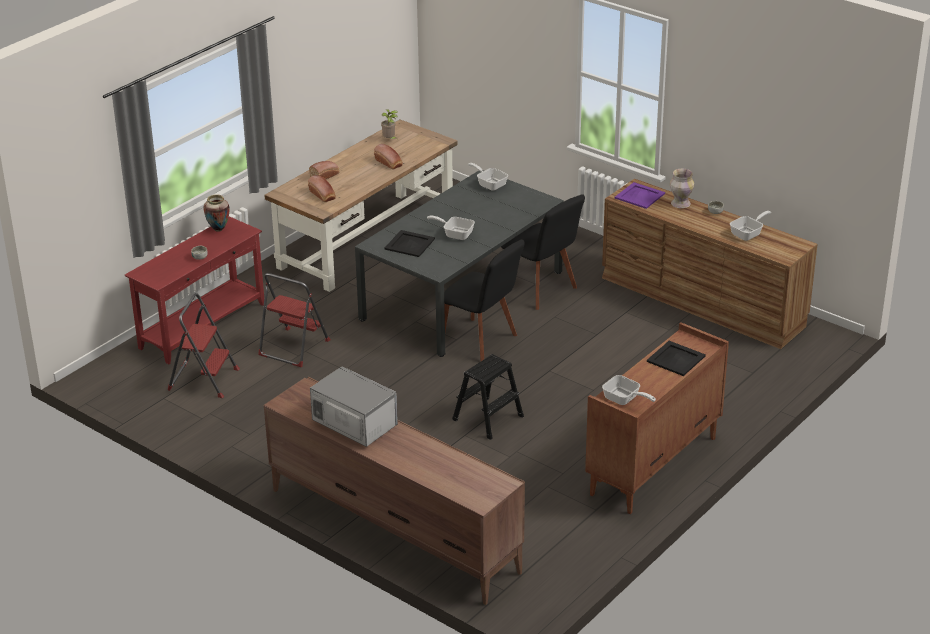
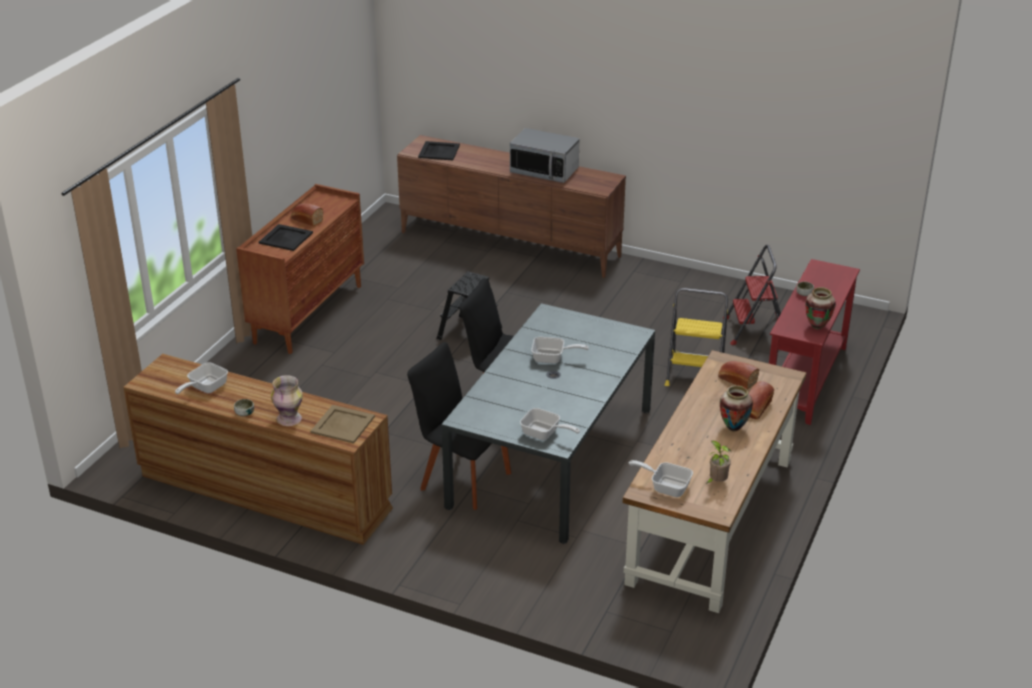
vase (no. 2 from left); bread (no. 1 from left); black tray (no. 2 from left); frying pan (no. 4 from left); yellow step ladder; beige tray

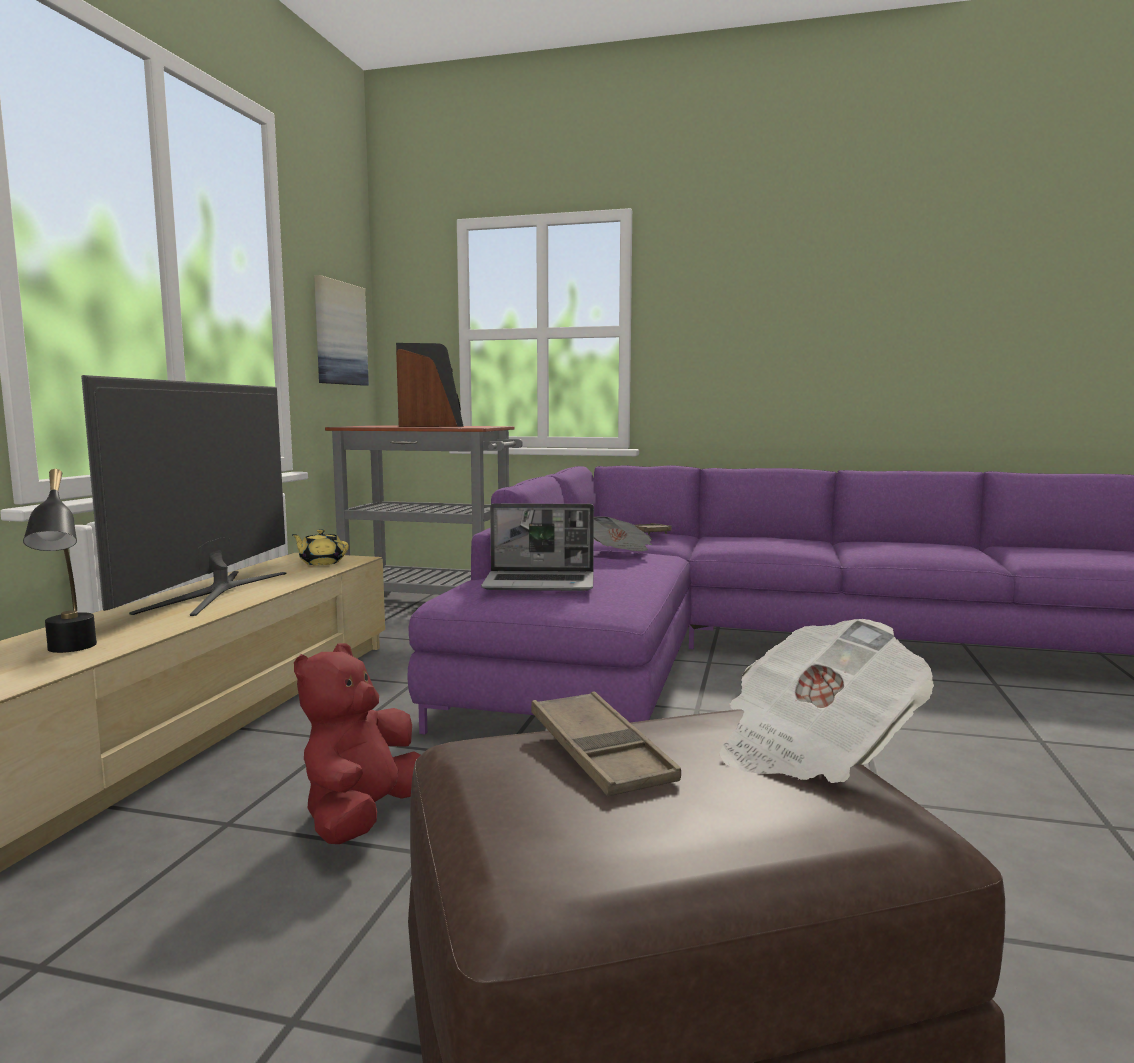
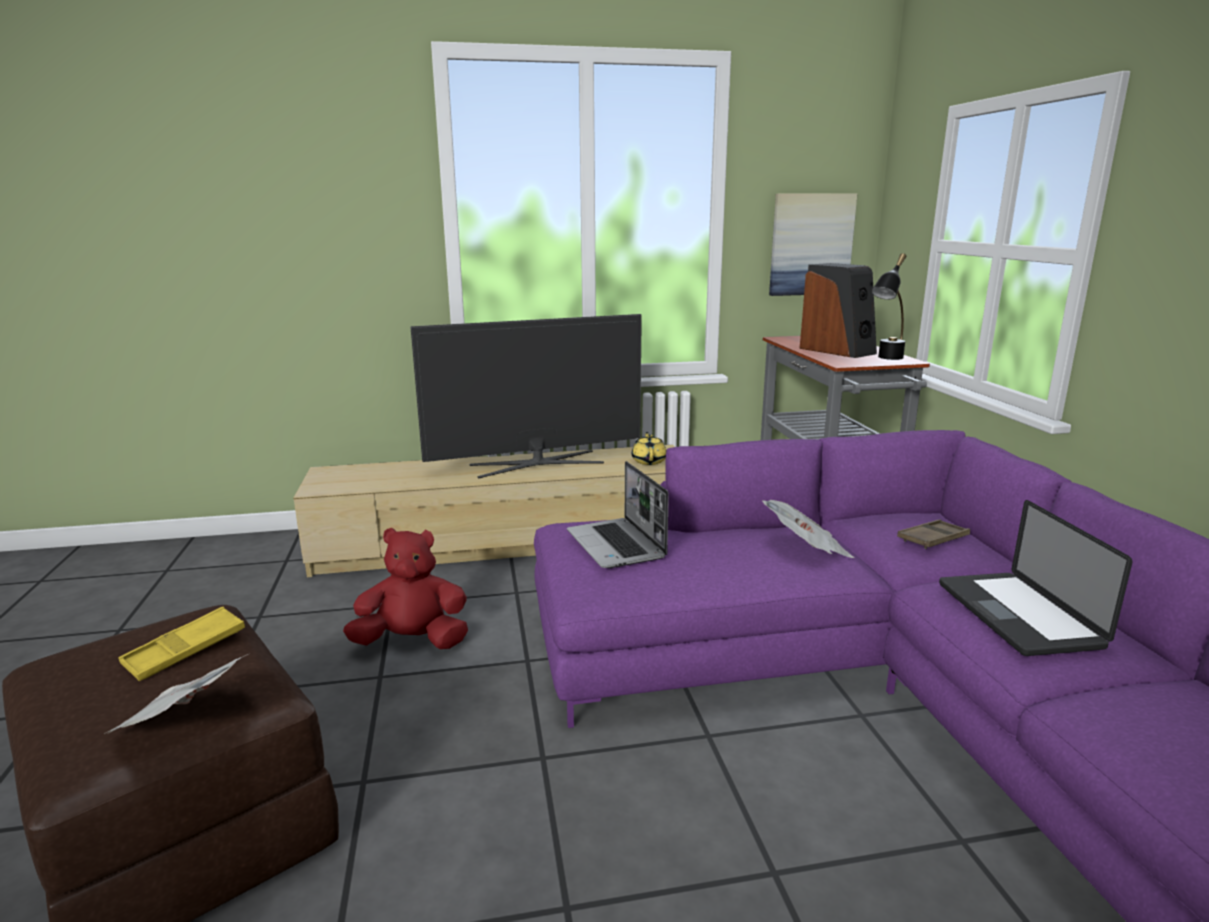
laptop (no. 2 from left); black table lamp; yellow tray

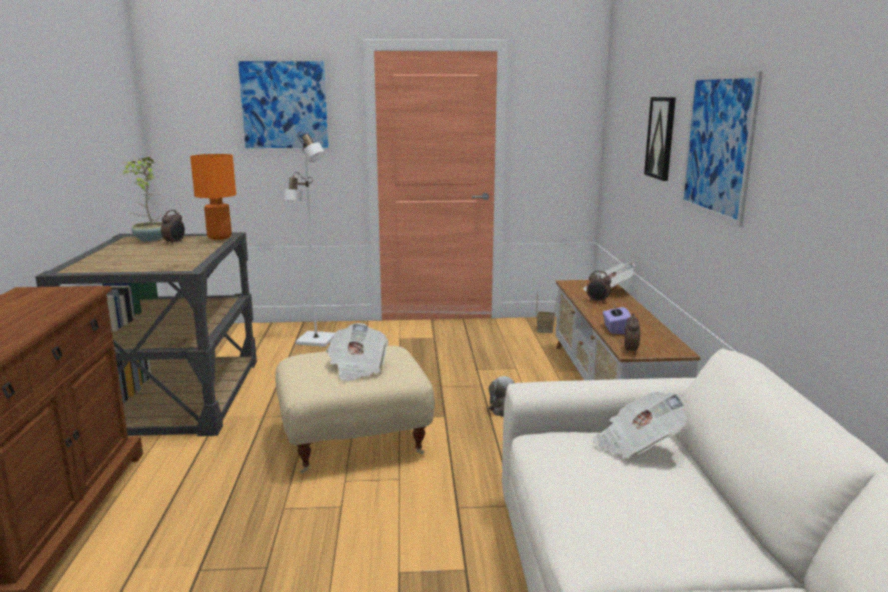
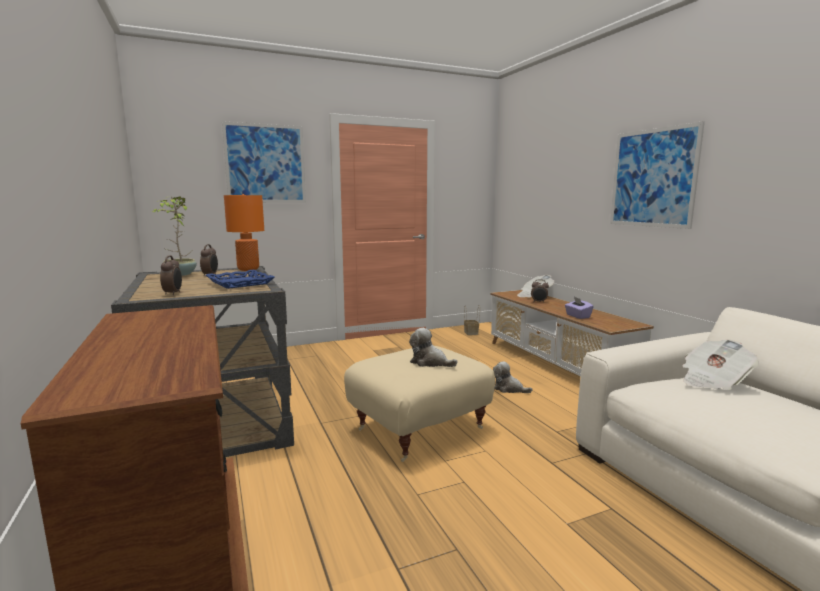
white floor lamp; picture (no. 2 from left in the first image); blue tray; alarm clock (no. 1 from left); plush toy (no. 1 from left)

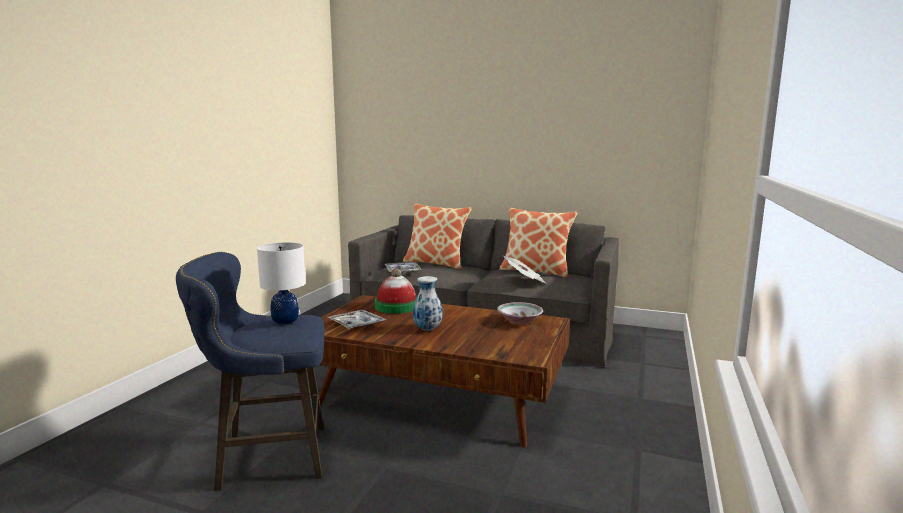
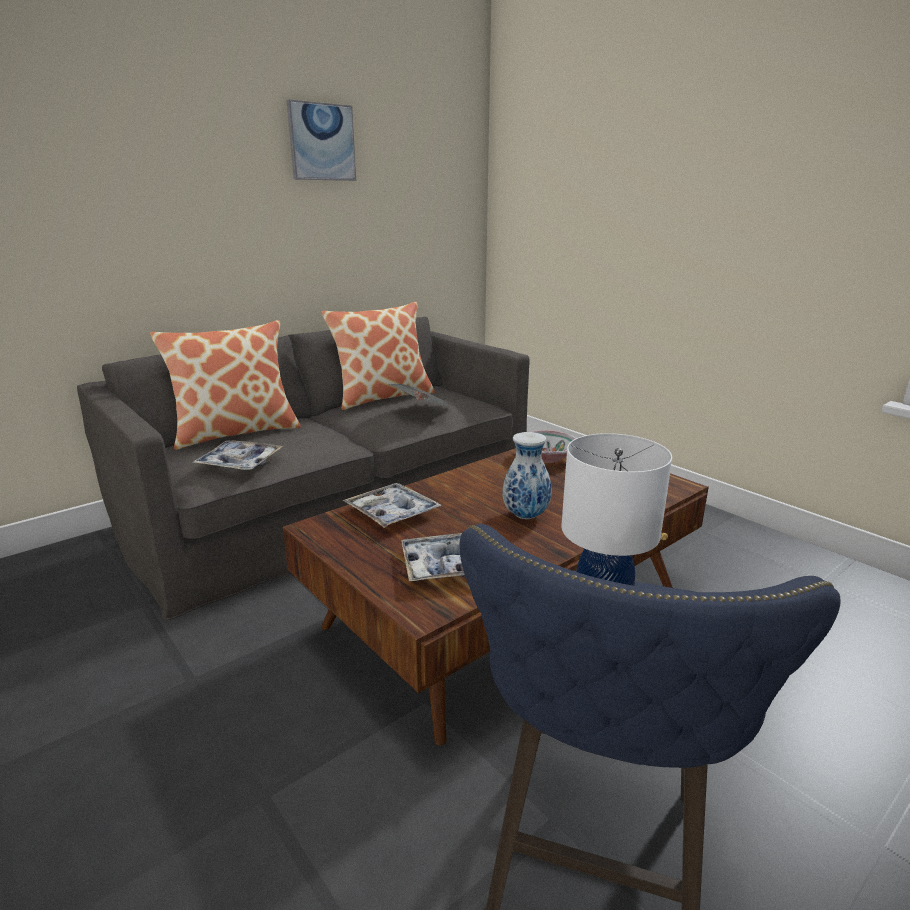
picture; tray (no. 2 from left)

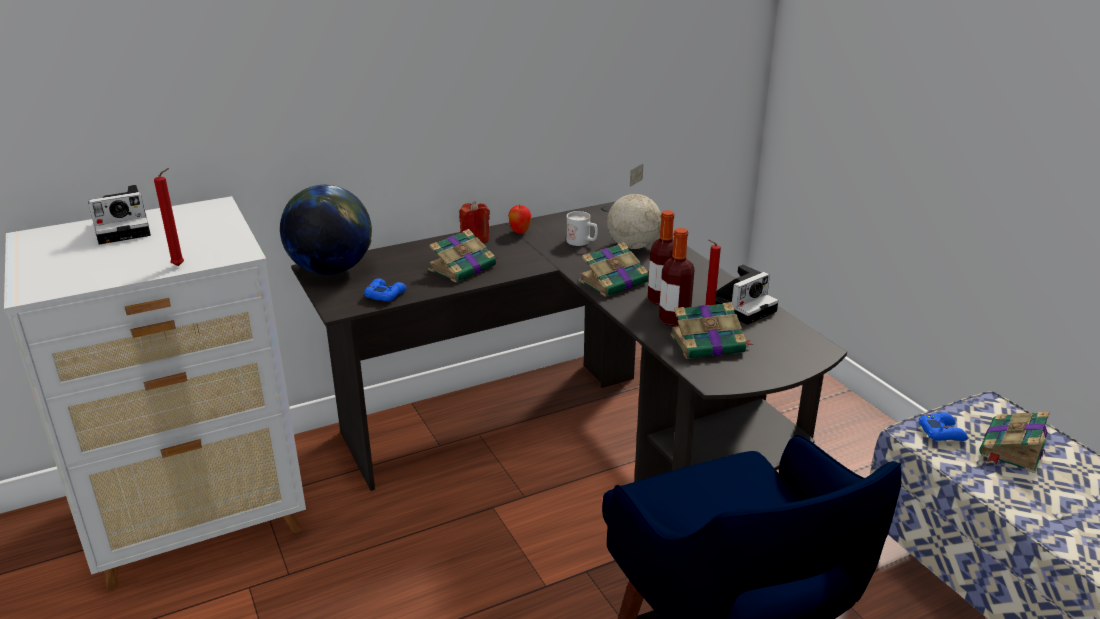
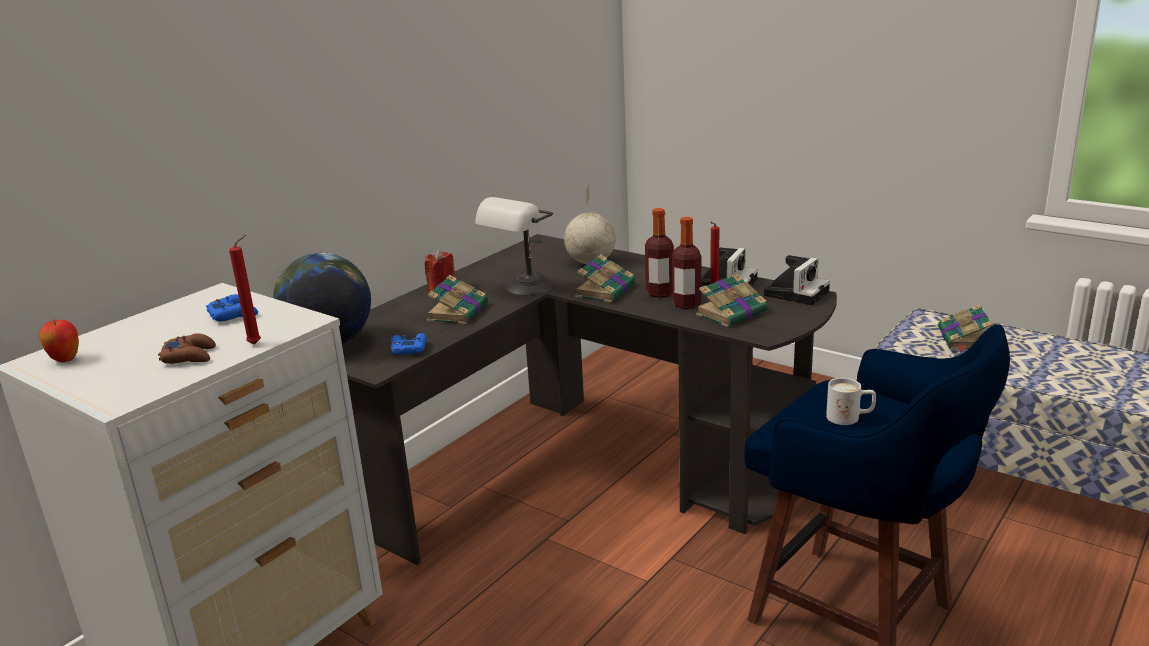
brown game controller; table lamp; photo camera (no. 2 from left); apple; white mug; blue game controller (no. 1 from left)

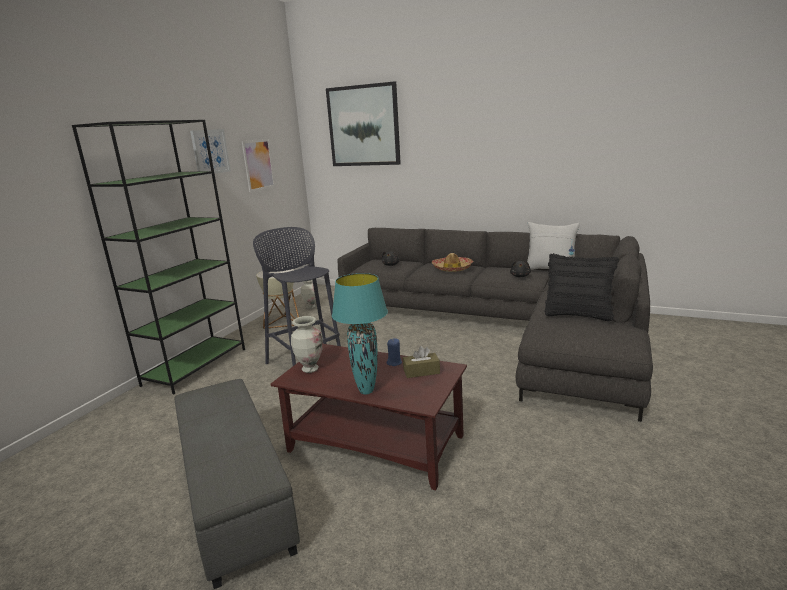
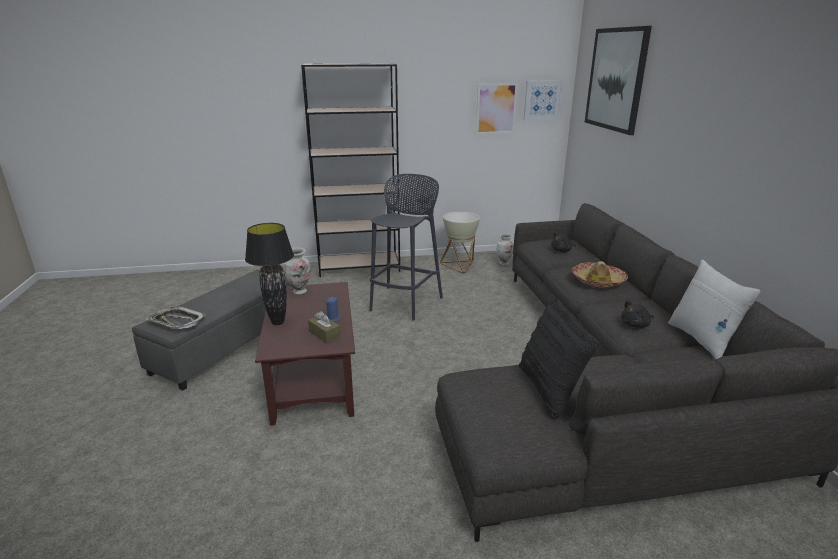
tray; picture (no. 2 from left); beige bookcase; black table lamp

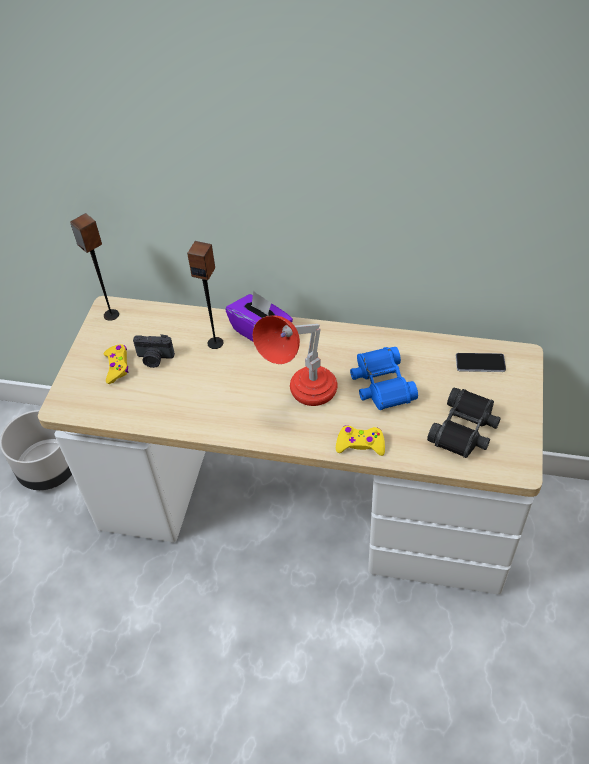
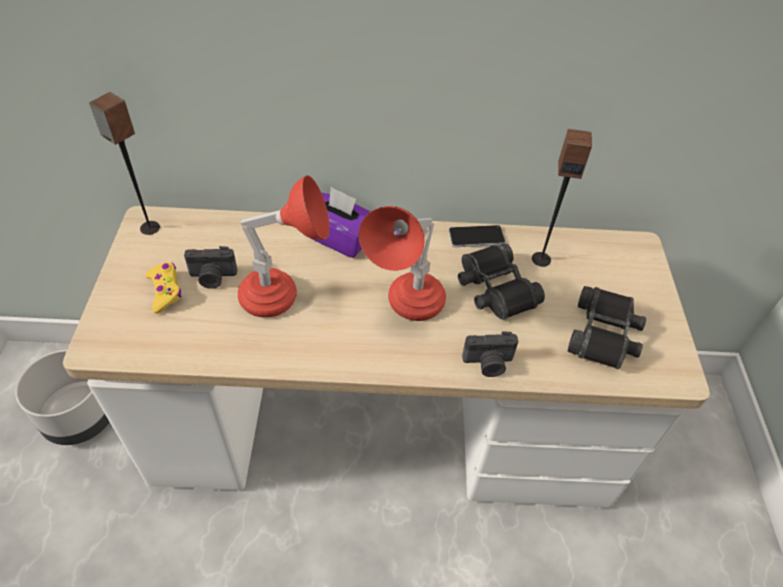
red table lamp (no. 1 from left); speaker (no. 2 from left); phone; photo camera (no. 2 from left); black binoculars (no. 1 from left)

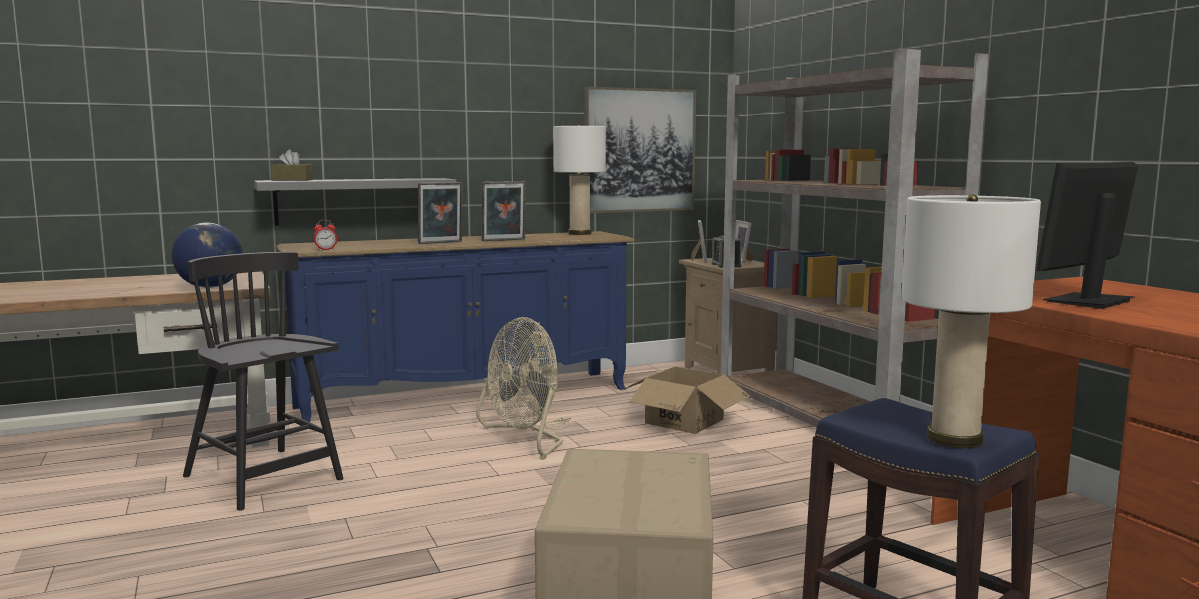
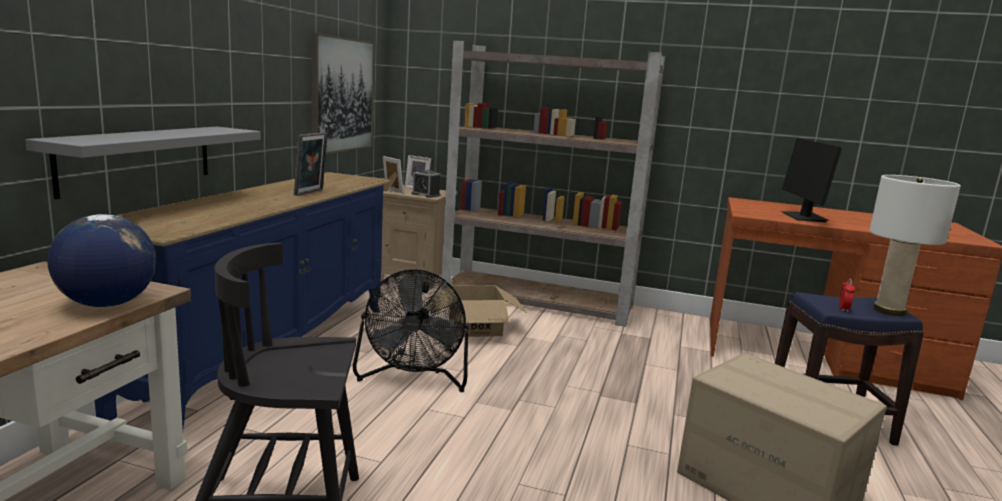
brown tissue box; picture frame (no. 1 from left in the first image); white table lamp (no. 1 from left in the first image); alarm clock (no. 2 from left); black fan

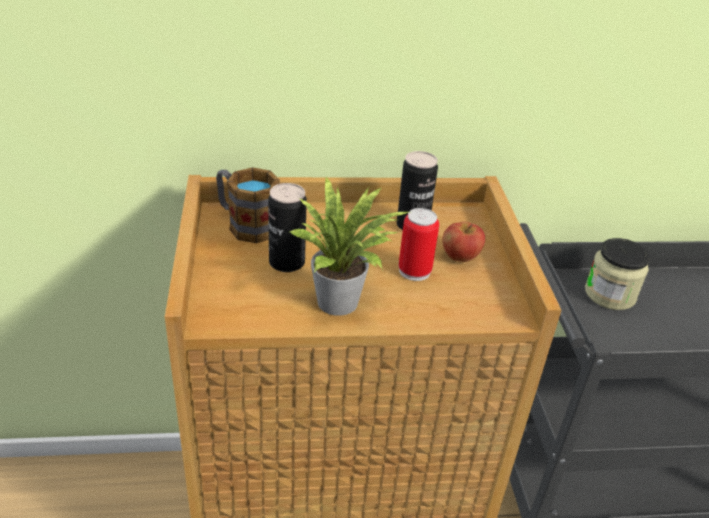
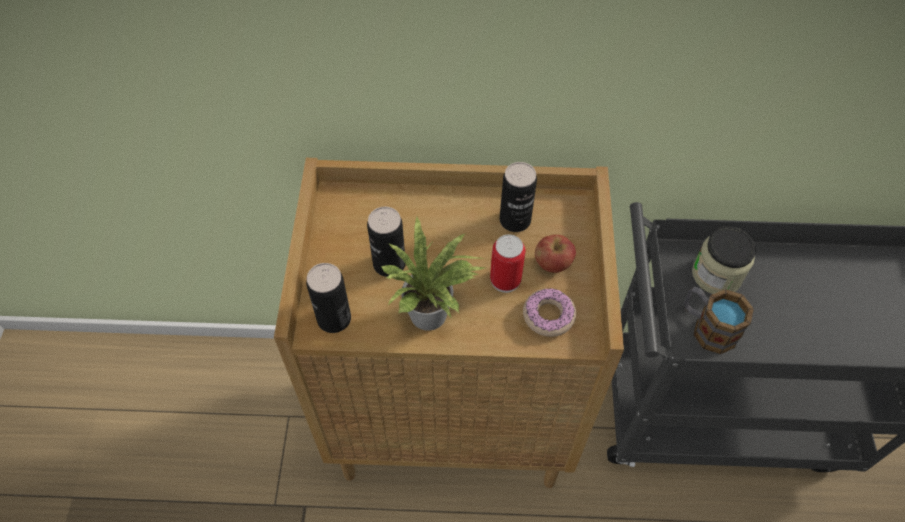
can (no. 1 from left); donut; mug

